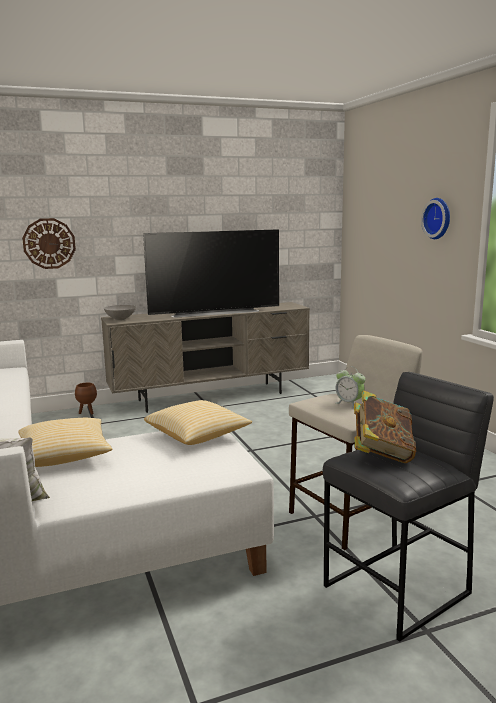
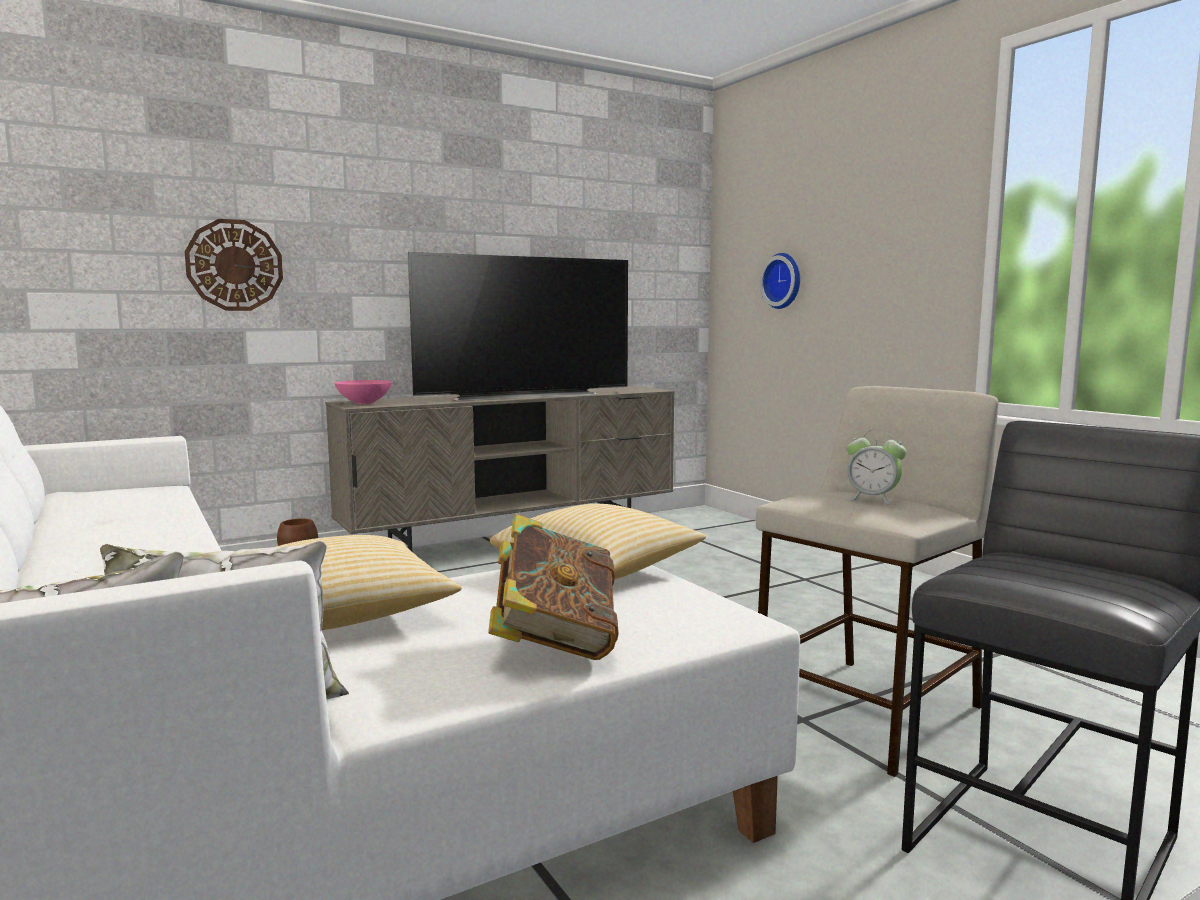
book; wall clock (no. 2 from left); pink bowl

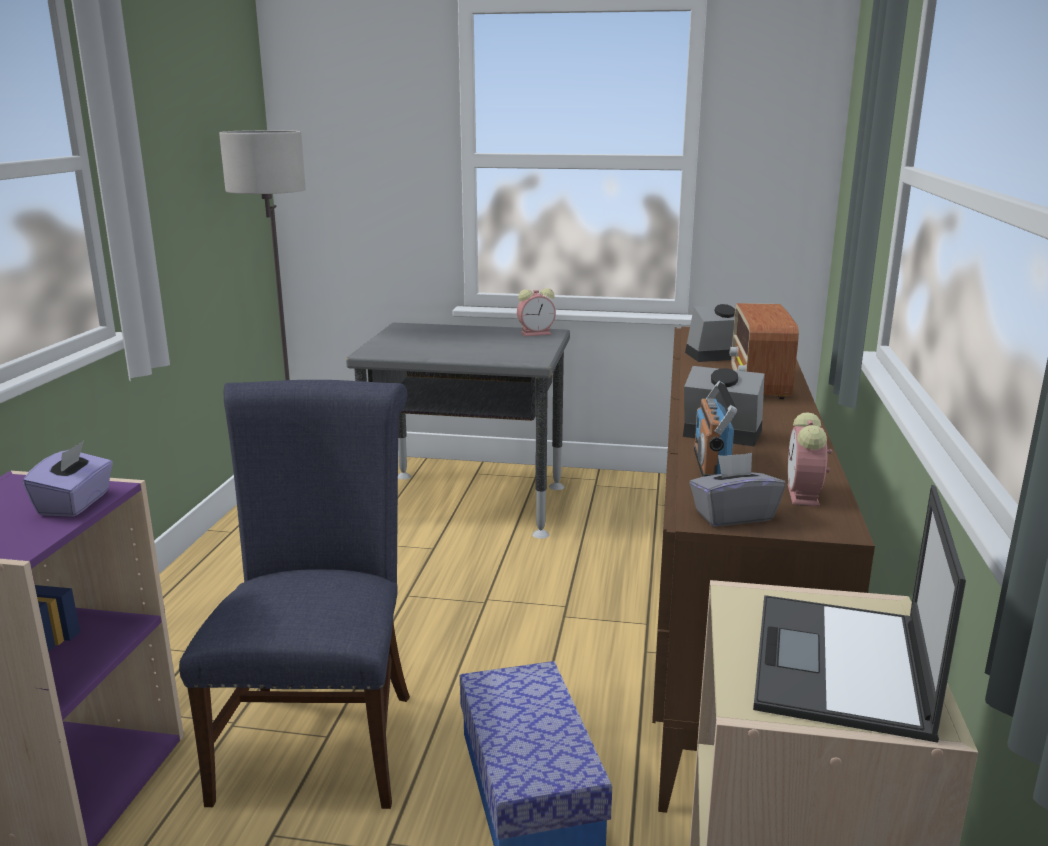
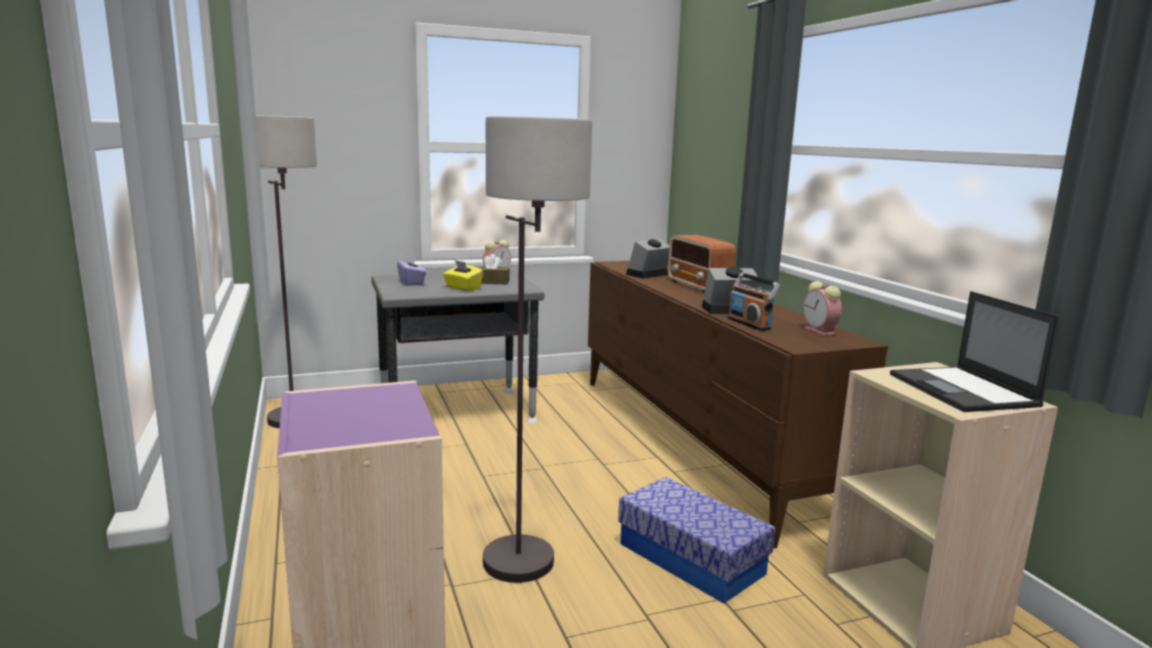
grey tissue box; yellow tissue box; brown tissue box; purple tissue box; grey floor lamp (no. 2 from left)

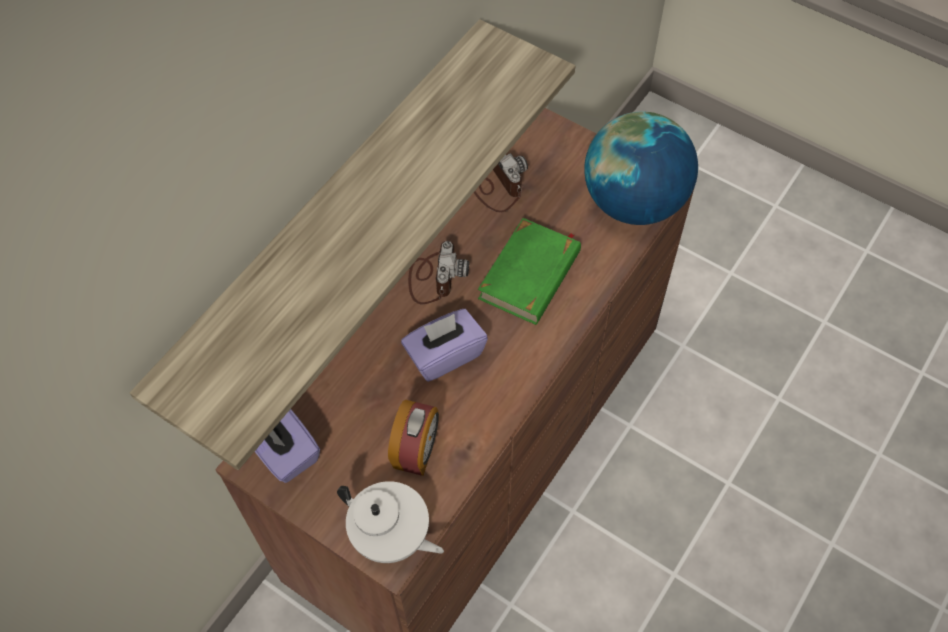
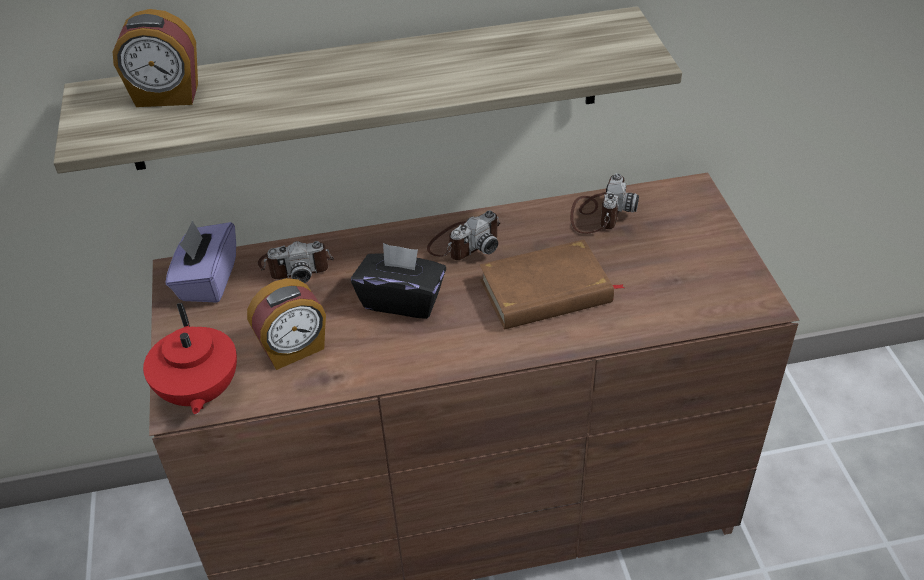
globe; alarm clock (no. 1 from left); photo camera (no. 1 from left); red teapot; black tissue box; brown book

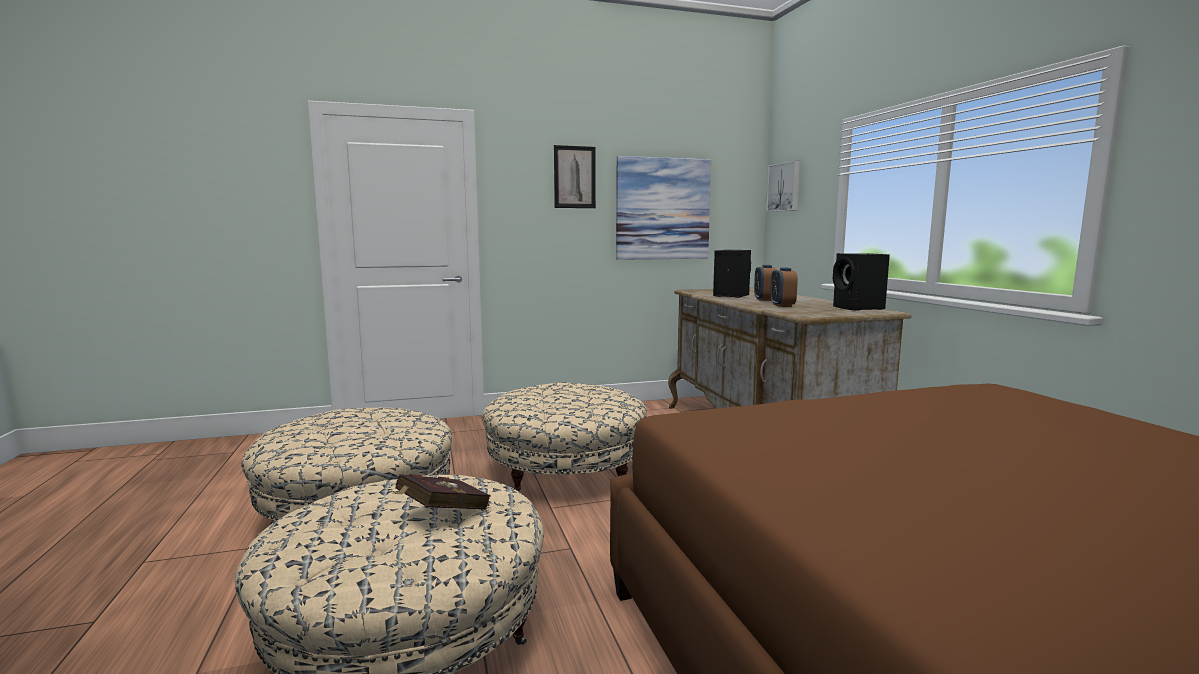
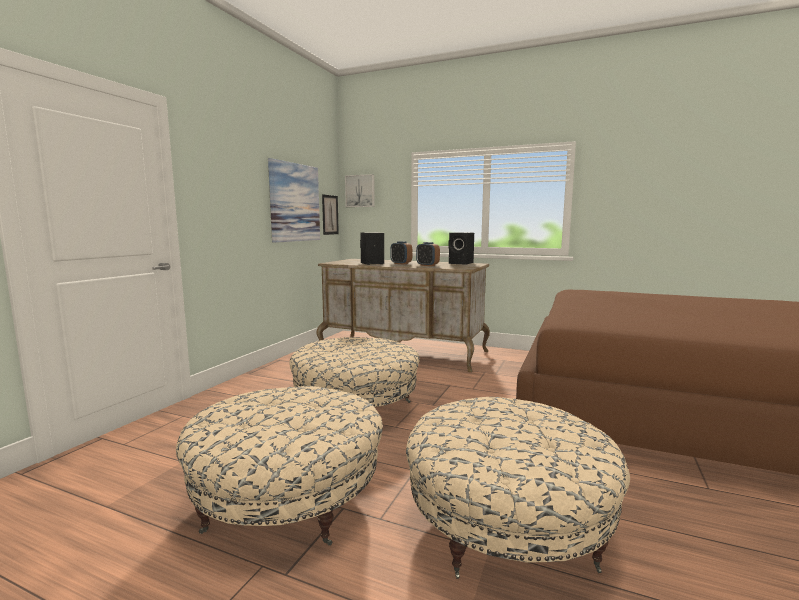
red book; picture (no. 2 from left)

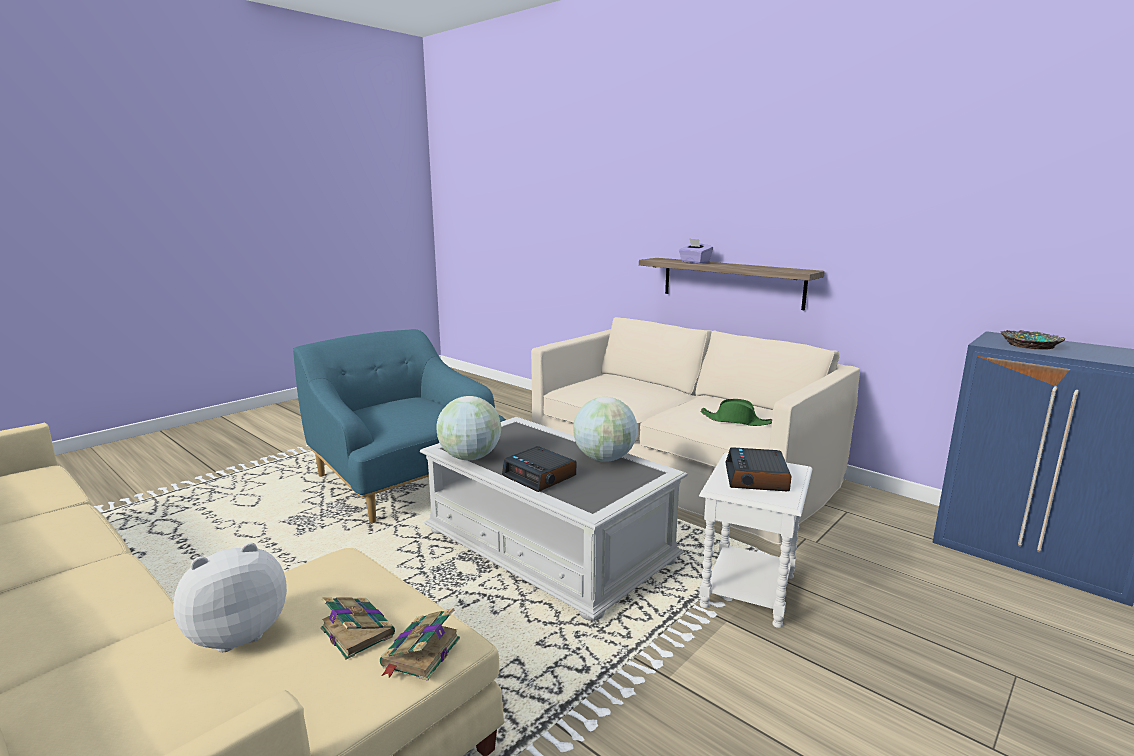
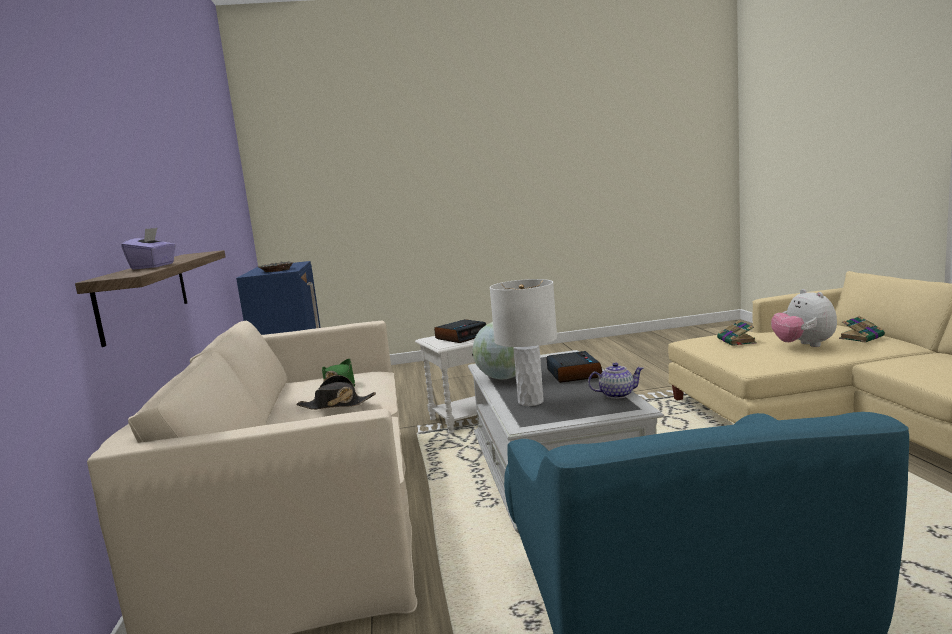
black hat; white table lamp; book (no. 2 from left); teapot; plush toy

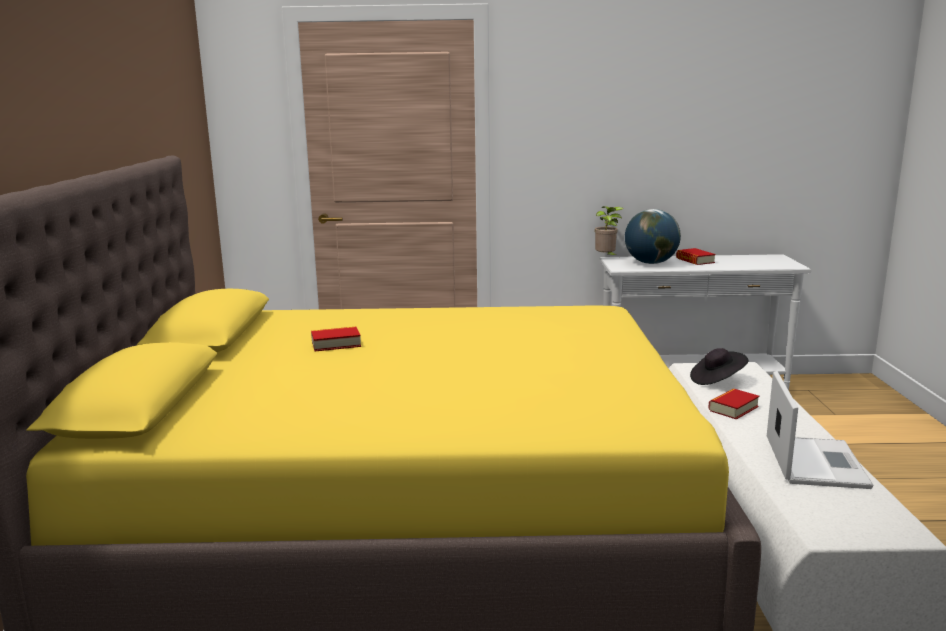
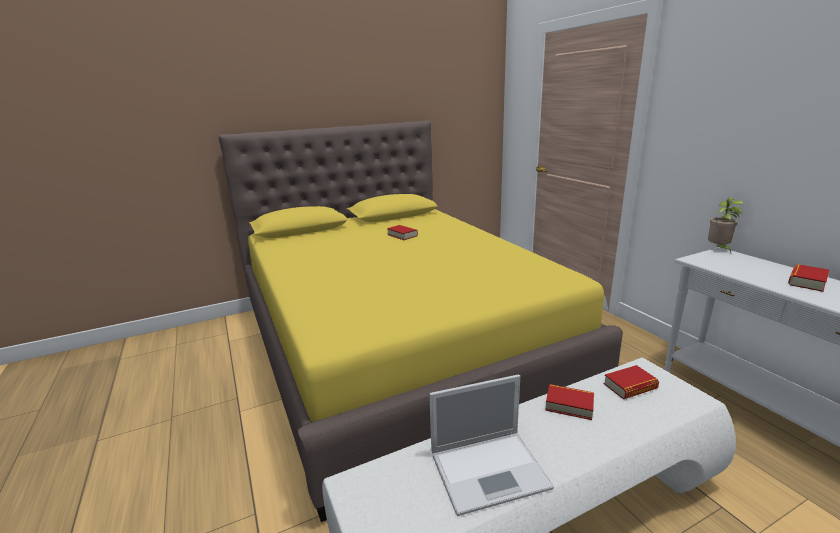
globe; book (no. 3 from left)

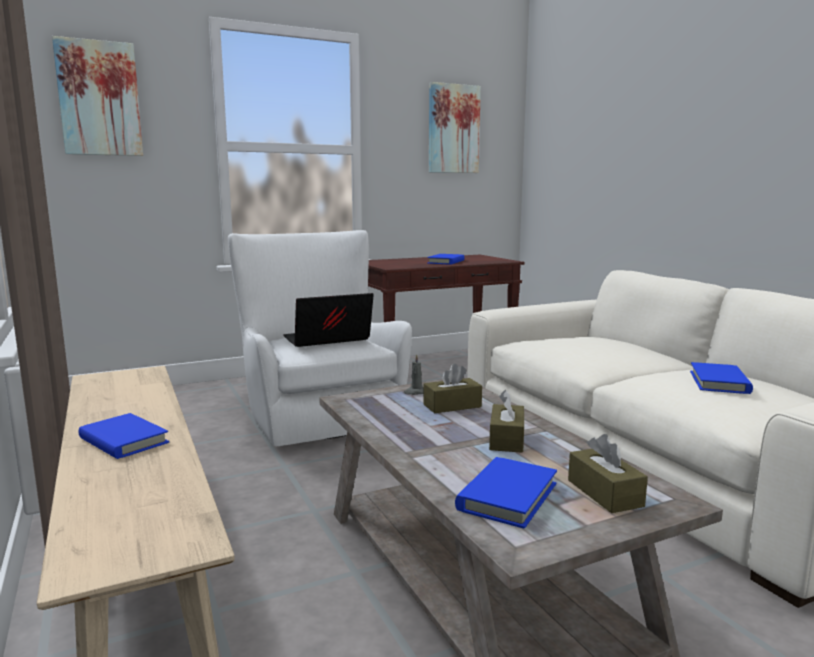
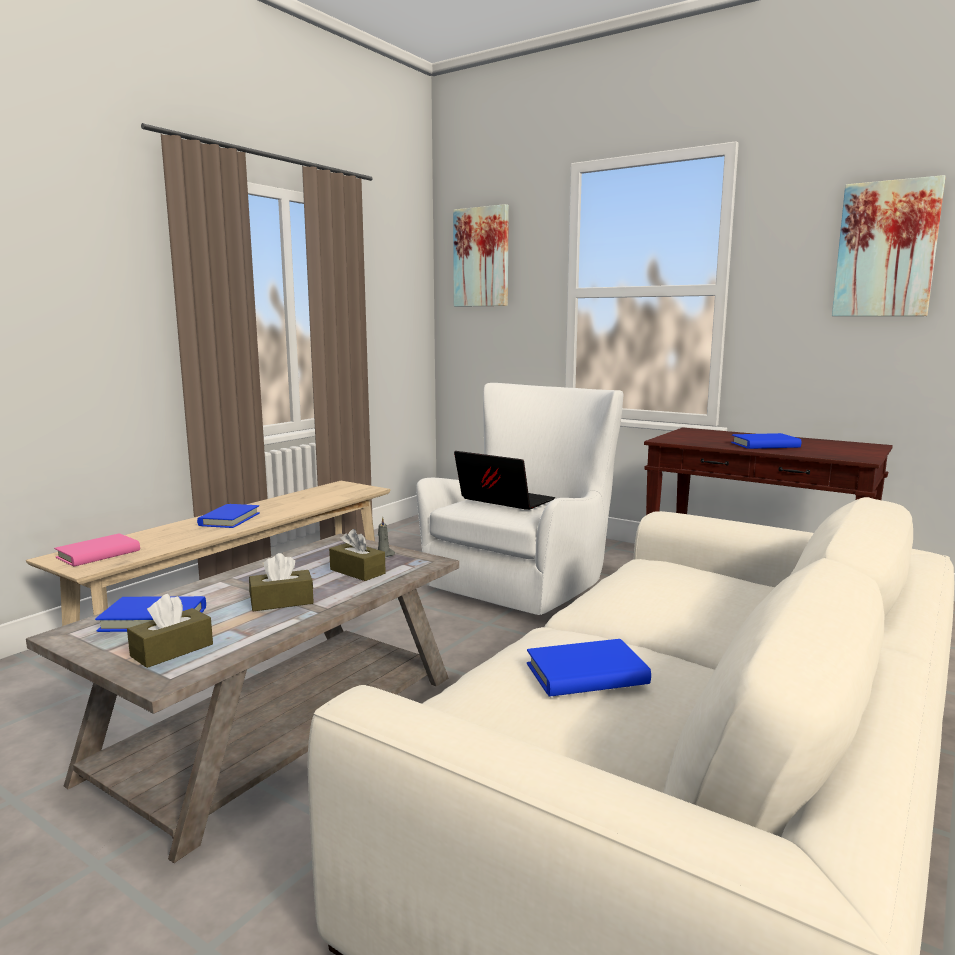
pink book

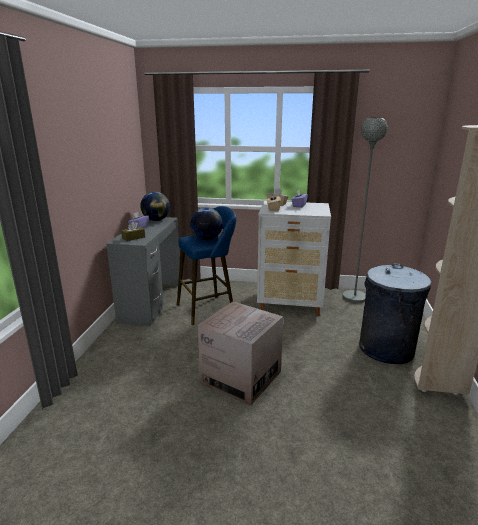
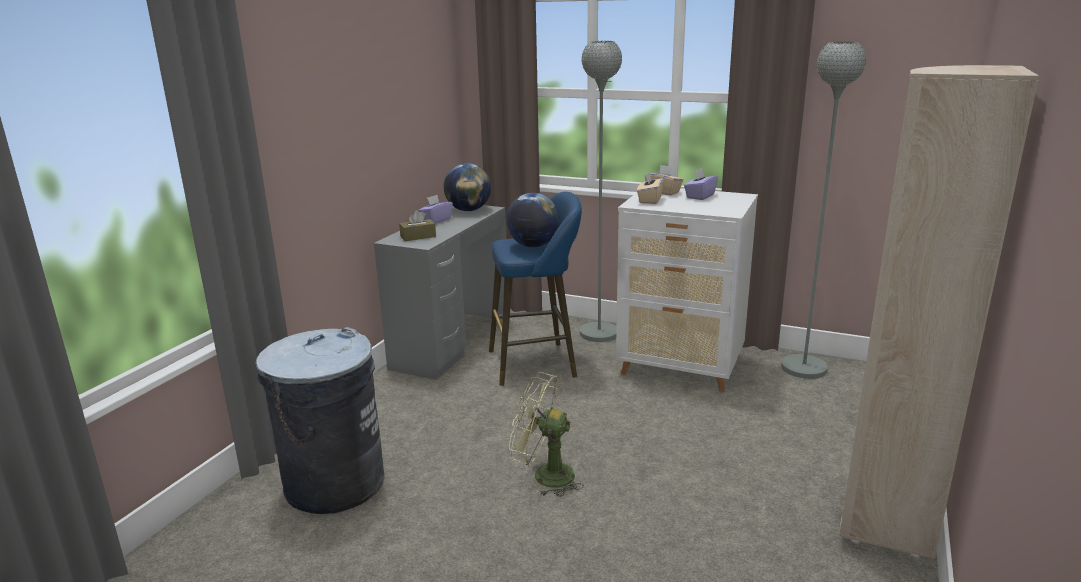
grey floor lamp (no. 1 from left); grey trash can; green fan

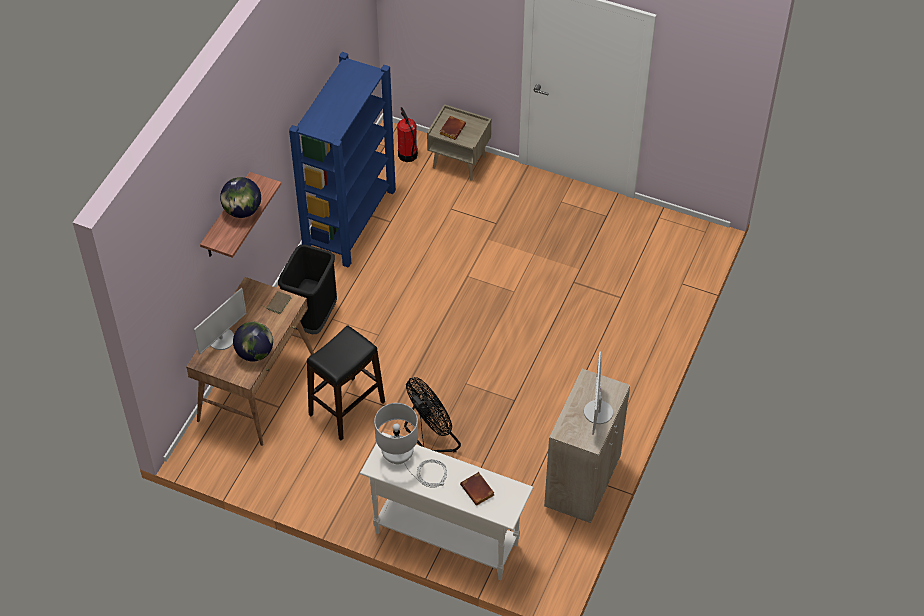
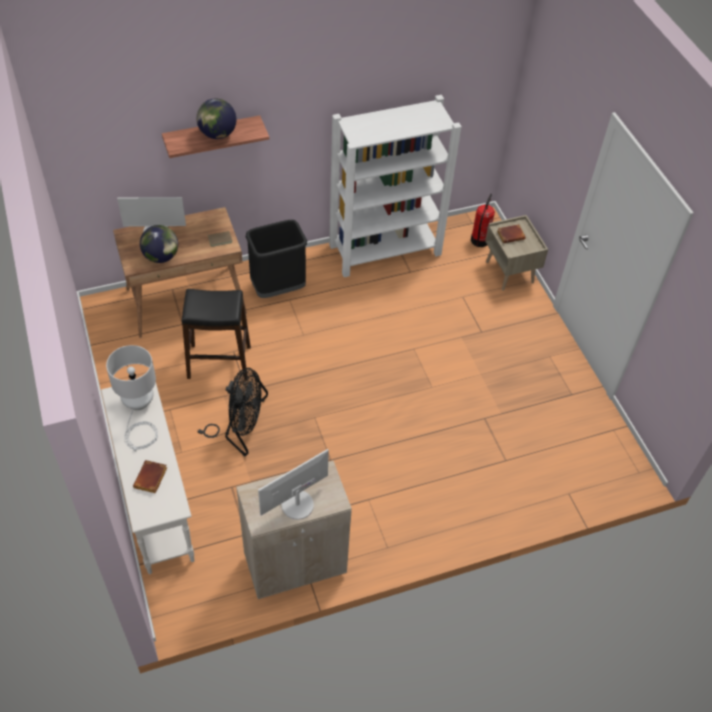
white bookcase

